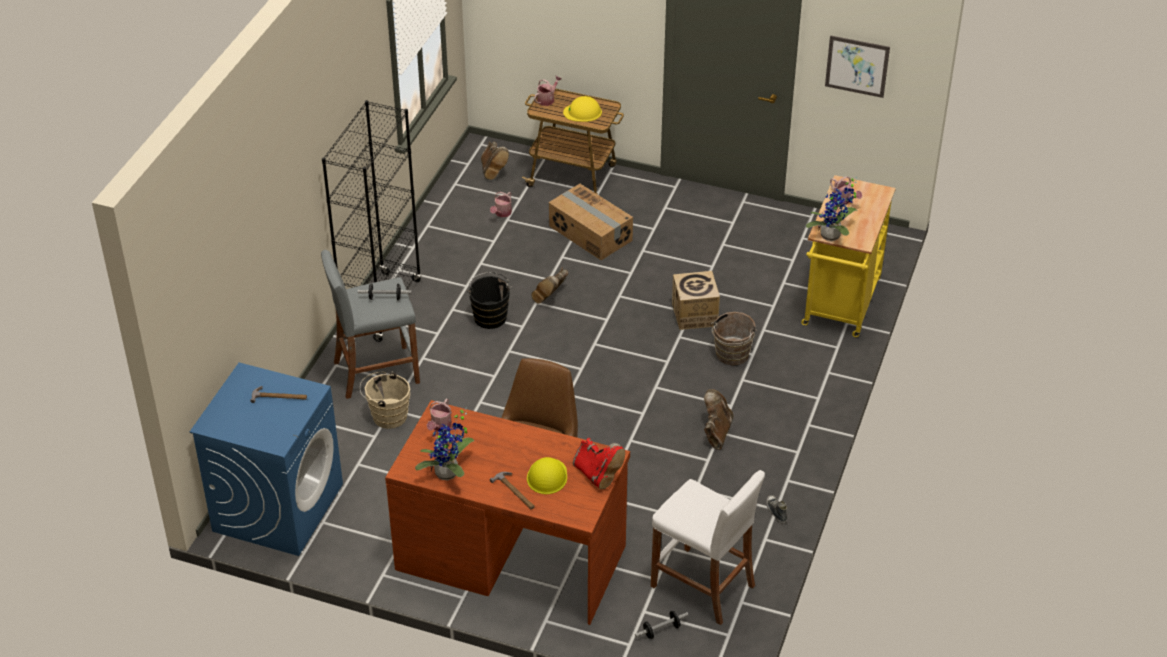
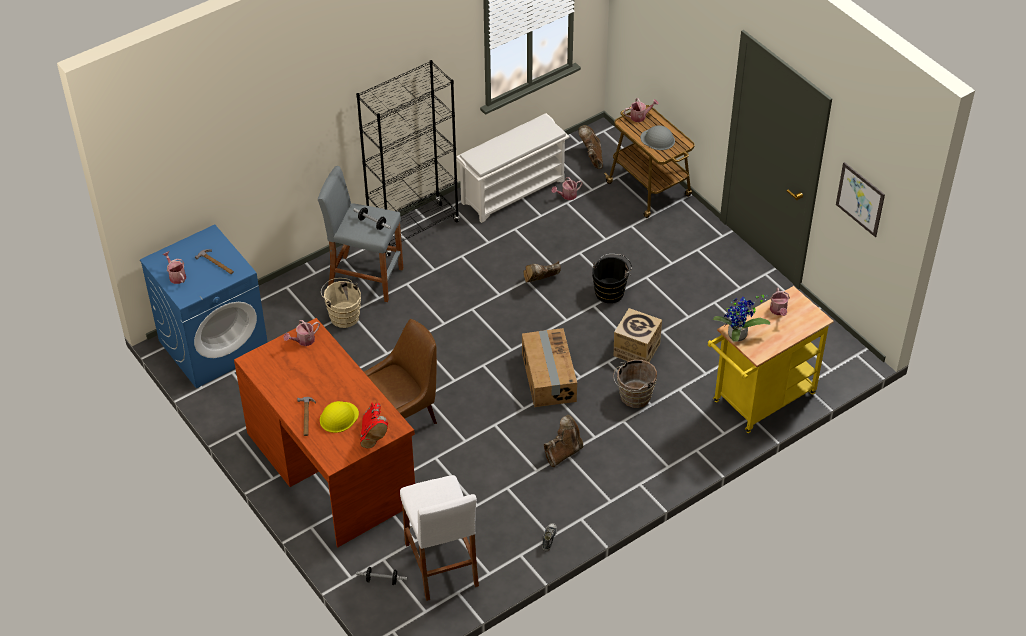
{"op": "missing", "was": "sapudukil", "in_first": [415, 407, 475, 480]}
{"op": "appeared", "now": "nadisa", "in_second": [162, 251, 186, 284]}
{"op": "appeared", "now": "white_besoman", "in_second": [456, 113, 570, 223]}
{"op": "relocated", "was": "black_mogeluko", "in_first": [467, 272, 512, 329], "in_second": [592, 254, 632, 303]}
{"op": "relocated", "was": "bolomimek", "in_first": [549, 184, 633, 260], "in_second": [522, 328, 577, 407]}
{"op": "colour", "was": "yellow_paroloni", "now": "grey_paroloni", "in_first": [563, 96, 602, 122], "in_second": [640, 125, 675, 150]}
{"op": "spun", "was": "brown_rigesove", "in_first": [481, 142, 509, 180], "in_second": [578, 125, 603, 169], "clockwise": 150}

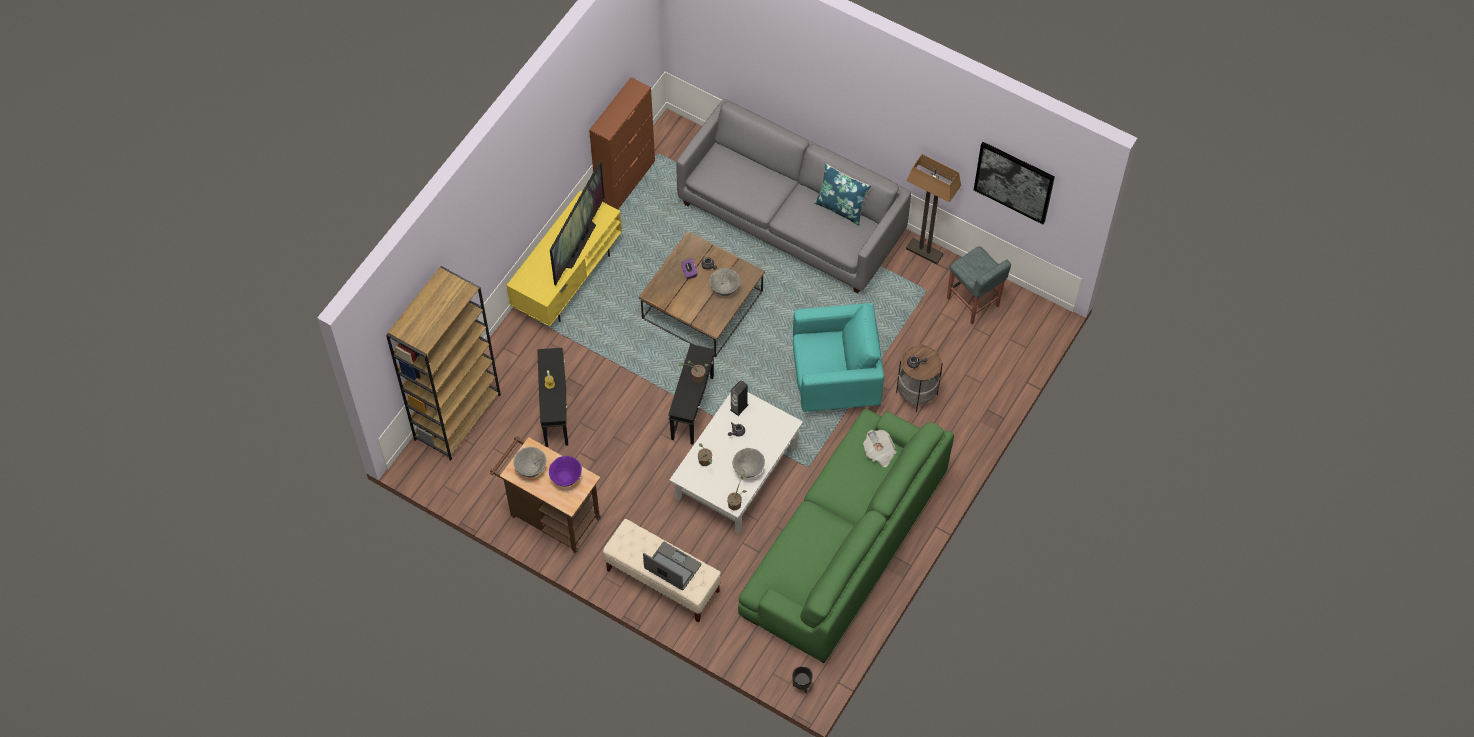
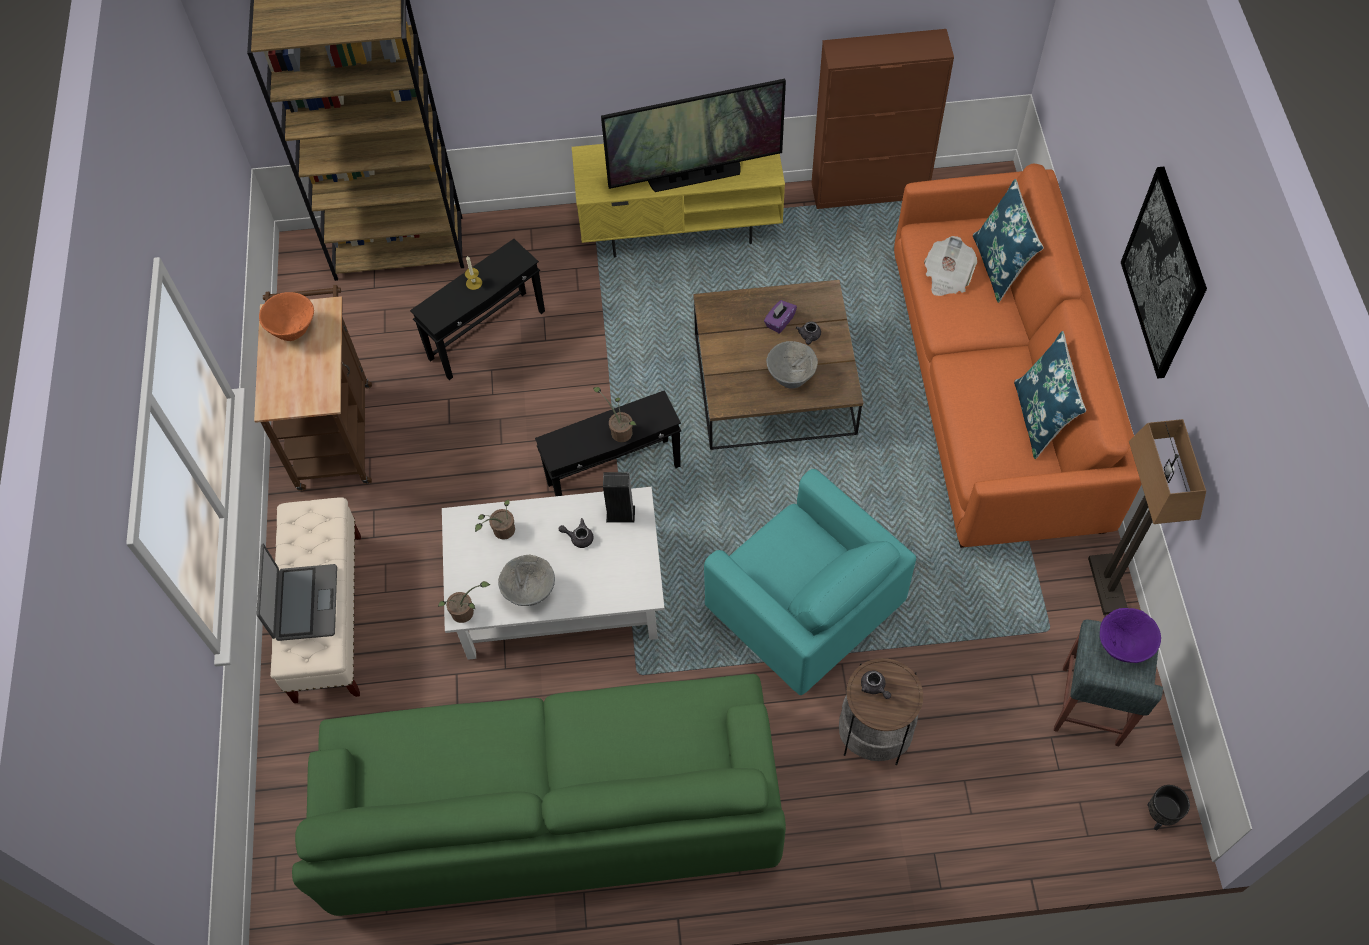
{"op": "appeared", "now": "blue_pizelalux", "in_second": [973, 179, 1044, 303]}
{"op": "relocated", "was": "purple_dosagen", "in_first": [549, 456, 582, 487], "in_second": [1100, 608, 1161, 663]}
{"op": "relocated", "was": "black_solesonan", "in_first": [792, 666, 813, 693], "in_second": [1147, 785, 1190, 830]}
{"op": "relocated", "was": "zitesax", "in_first": [863, 430, 896, 467], "in_second": [924, 236, 977, 296]}
{"op": "relocated", "was": "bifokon", "in_first": [974, 142, 1055, 224], "in_second": [1121, 167, 1207, 378]}
{"op": "colour", "was": "grey_dosagen", "now": "orange_dosagen", "in_first": [514, 447, 547, 478], "in_second": [259, 292, 314, 341]}
{"op": "colour", "was": "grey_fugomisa", "now": "orange_fugomisa", "in_first": [676, 99, 911, 294], "in_second": [894, 164, 1142, 548]}

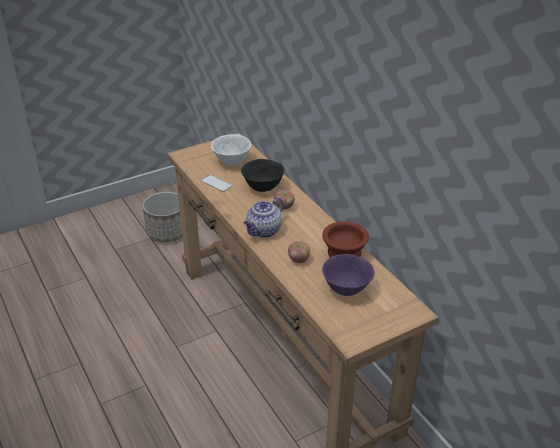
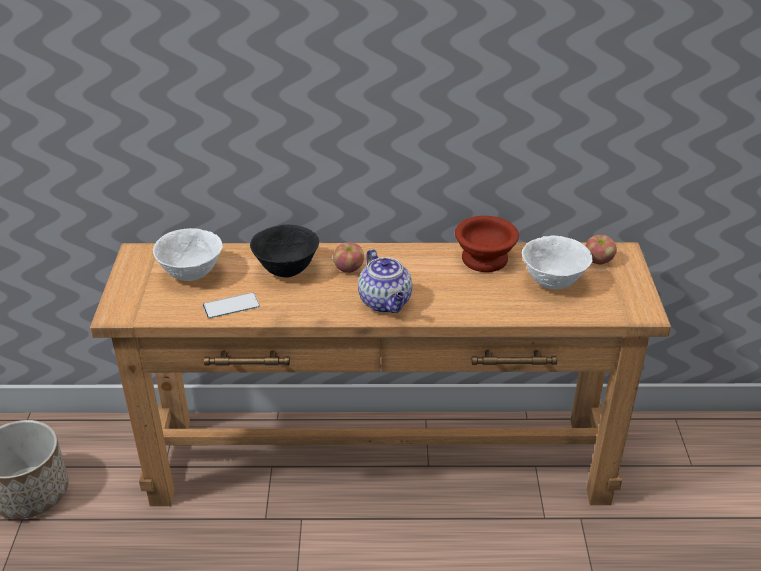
{"op": "relocated", "was": "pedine", "in_first": [288, 241, 310, 263], "in_second": [586, 235, 617, 264]}
{"op": "colour", "was": "purple_dosagen", "now": "white_dosagen", "in_first": [322, 254, 375, 296], "in_second": [522, 236, 593, 289]}

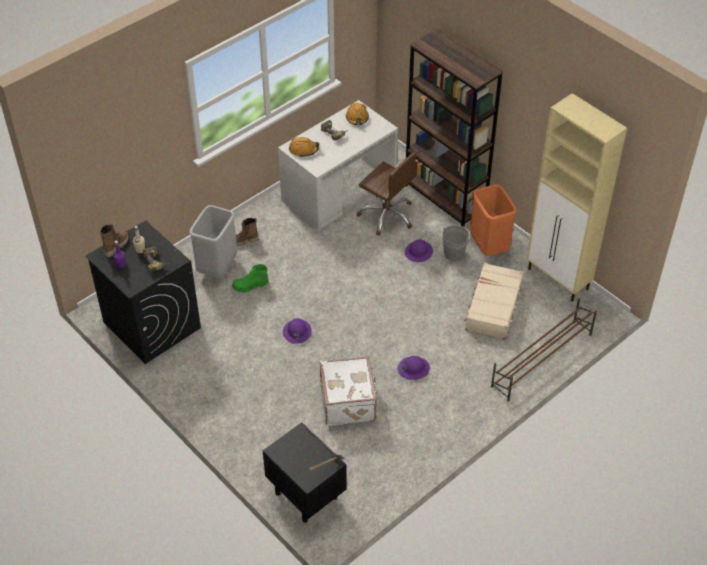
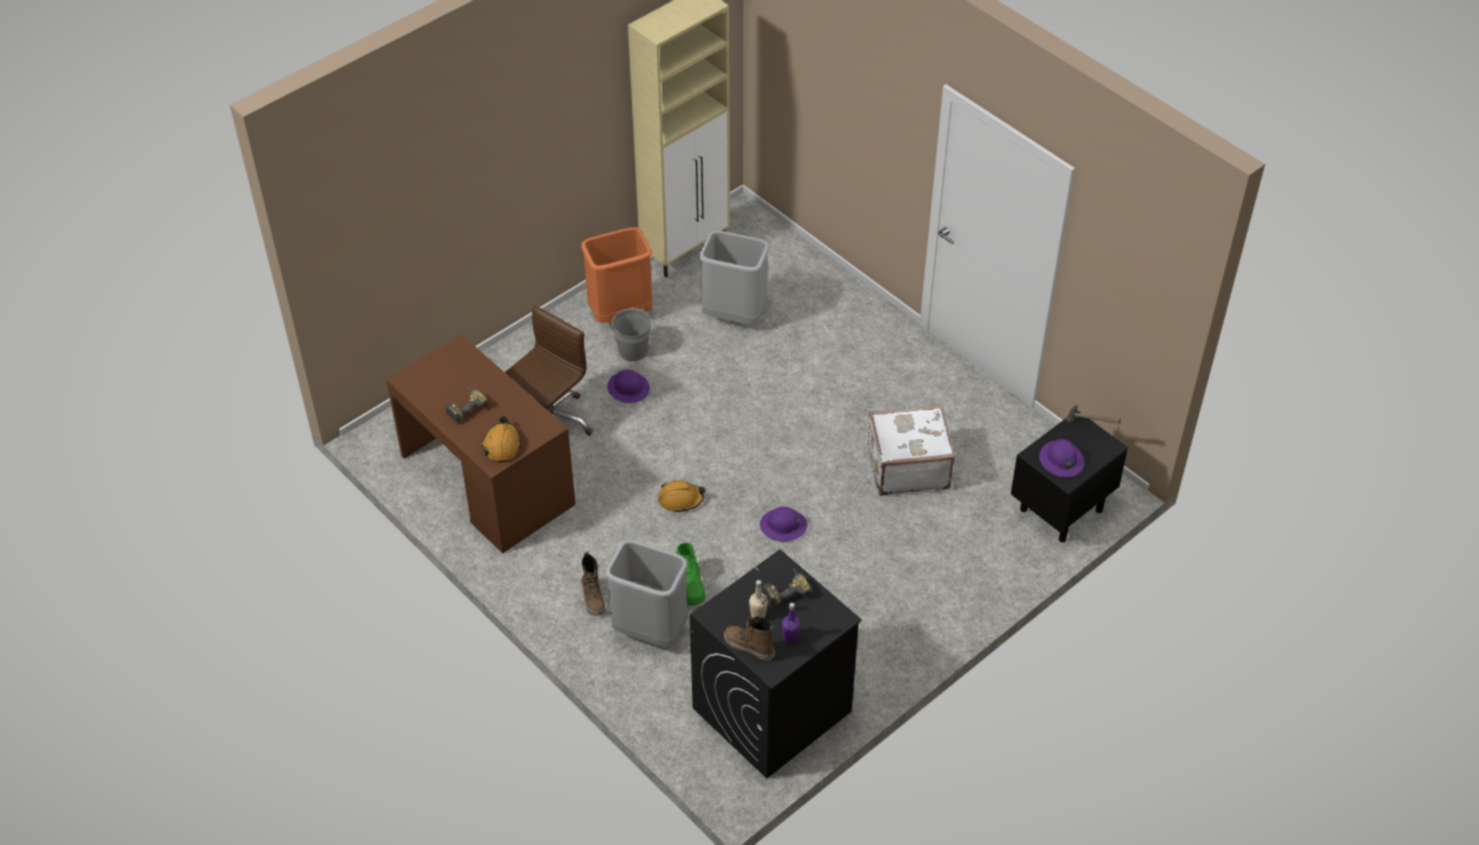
{"op": "missing", "was": "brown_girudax", "in_first": [406, 29, 503, 227]}
{"op": "missing", "was": "brown_besoman", "in_first": [491, 298, 597, 401]}
{"op": "relocated", "was": "orange_paroloni", "in_first": [346, 103, 369, 125], "in_second": [658, 480, 706, 513]}
{"op": "relocated", "was": "purple_paroloni", "in_first": [398, 356, 430, 380], "in_second": [1039, 439, 1085, 477]}
{"op": "exchanged", "was": "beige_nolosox", "now": "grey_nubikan", "in_first": [464, 263, 523, 339], "in_second": [699, 231, 769, 325]}
{"op": "colour", "was": "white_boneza", "now": "brown_boneza", "in_first": [278, 100, 398, 231], "in_second": [386, 334, 576, 553]}

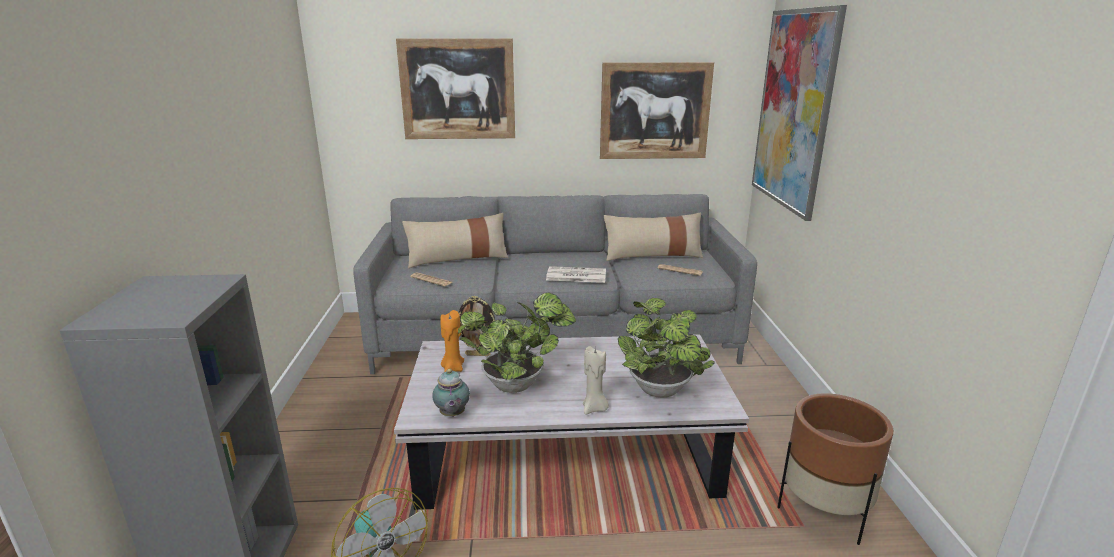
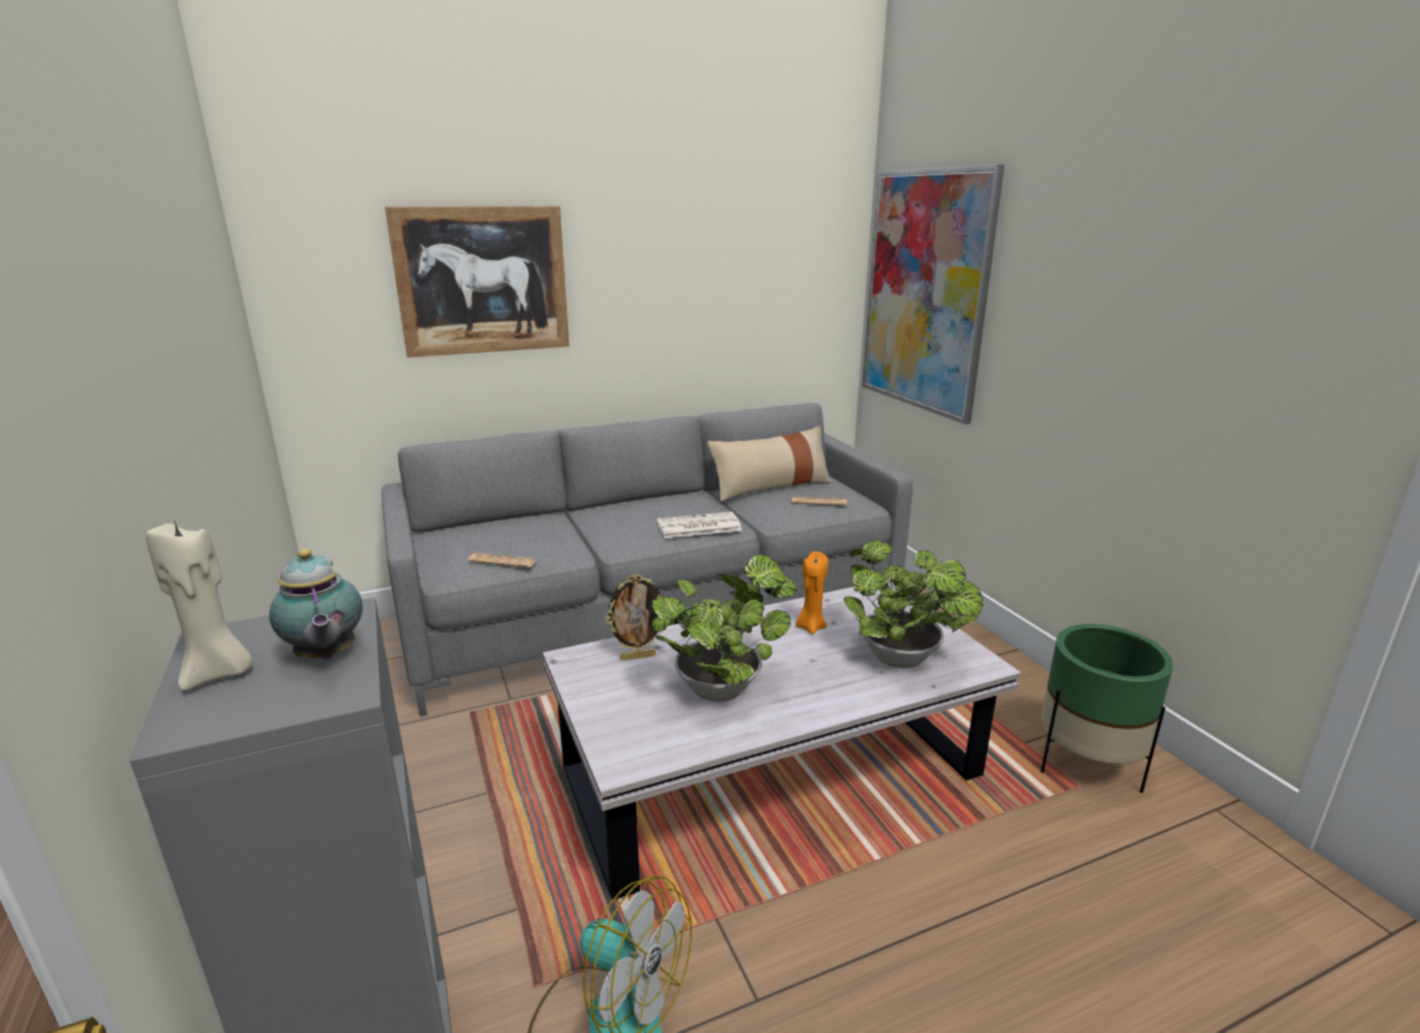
{"op": "missing", "was": "beige_pizelalux", "in_first": [402, 213, 508, 268]}
{"op": "missing", "was": "bifokon", "in_first": [600, 62, 714, 159]}
{"op": "relocated", "was": "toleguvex", "in_first": [432, 369, 470, 417], "in_second": [269, 549, 363, 660]}
{"op": "relocated", "was": "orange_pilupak", "in_first": [440, 310, 464, 372], "in_second": [796, 551, 828, 634]}
{"op": "relocated", "was": "beige_pilupak", "in_first": [583, 346, 609, 415], "in_second": [146, 520, 253, 691]}
{"op": "colour", "was": "brown_solesonan", "now": "green_solesonan", "in_first": [777, 393, 893, 545], "in_second": [1041, 624, 1173, 793]}

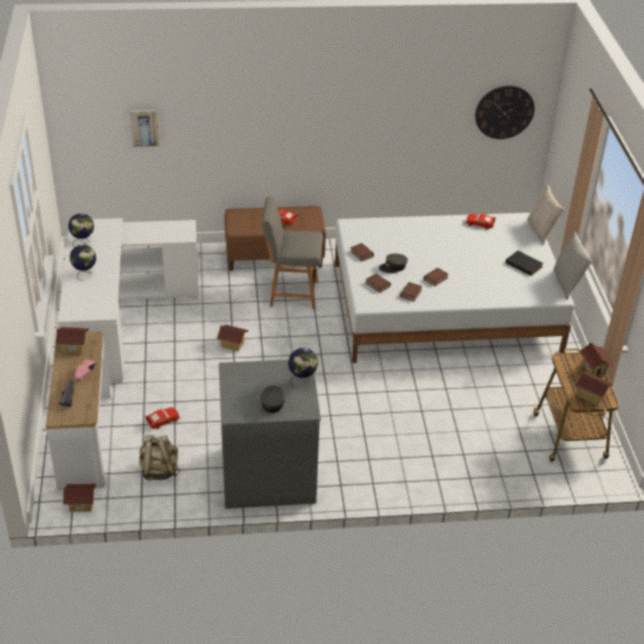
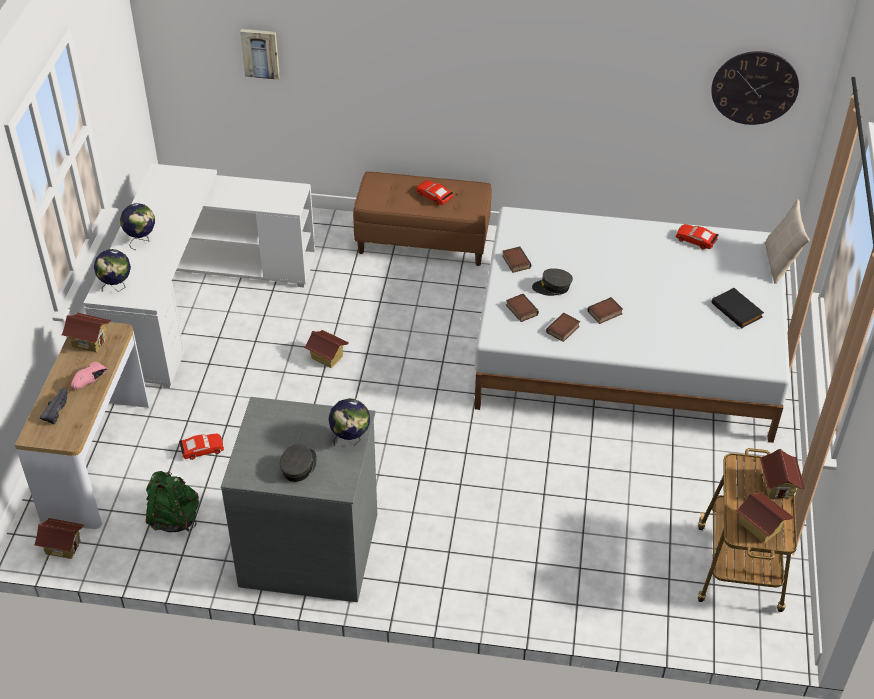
{"op": "missing", "was": "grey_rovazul", "in_first": [262, 197, 323, 309]}
{"op": "missing", "was": "grey_pizelalux", "in_first": [554, 231, 592, 300]}
{"op": "relocated", "was": "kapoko", "in_first": [68, 213, 94, 246], "in_second": [94, 249, 131, 292]}
{"op": "colour", "was": "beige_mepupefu", "now": "green_mepupefu", "in_first": [139, 435, 180, 480], "in_second": [146, 471, 199, 532]}

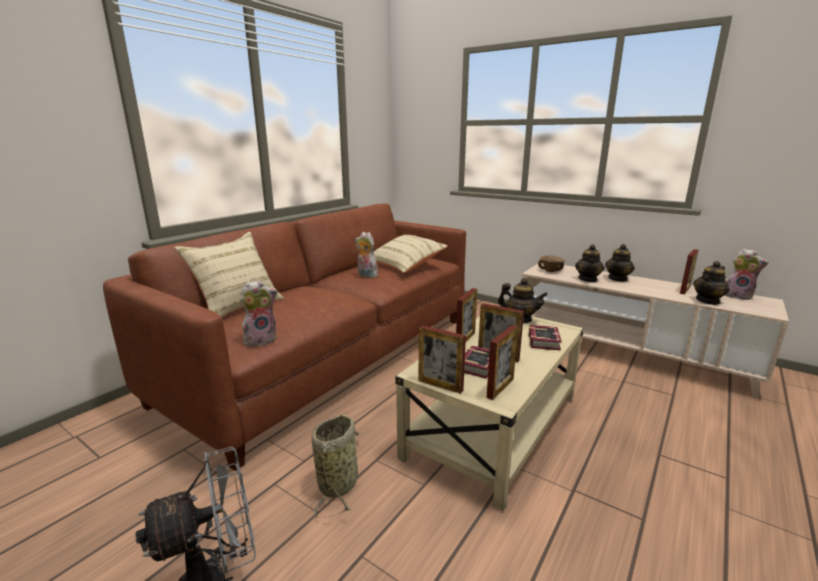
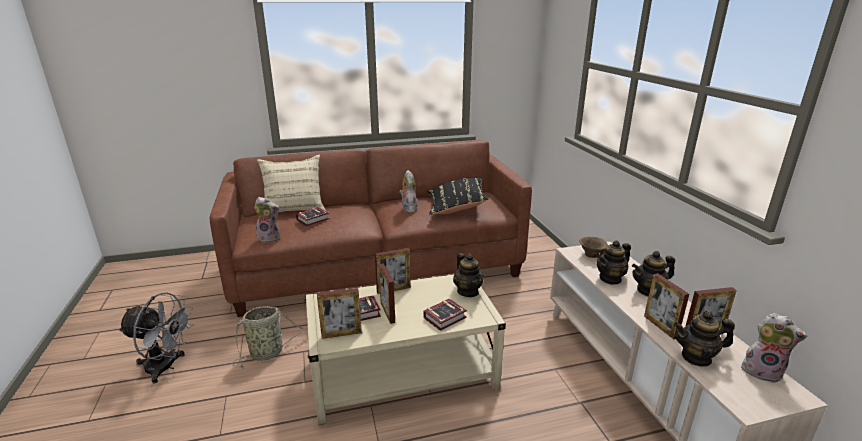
{"op": "appeared", "now": "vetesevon", "in_second": [296, 207, 329, 226]}
{"op": "relocated", "was": "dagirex", "in_first": [418, 325, 466, 394], "in_second": [644, 273, 689, 339]}
{"op": "colour", "was": "beige_pizelalux", "now": "black_pizelalux", "in_first": [374, 235, 448, 273], "in_second": [427, 178, 489, 215]}
{"op": "spun", "was": "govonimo", "in_first": [725, 249, 769, 300], "in_second": [741, 313, 807, 383], "clockwise": -45}

